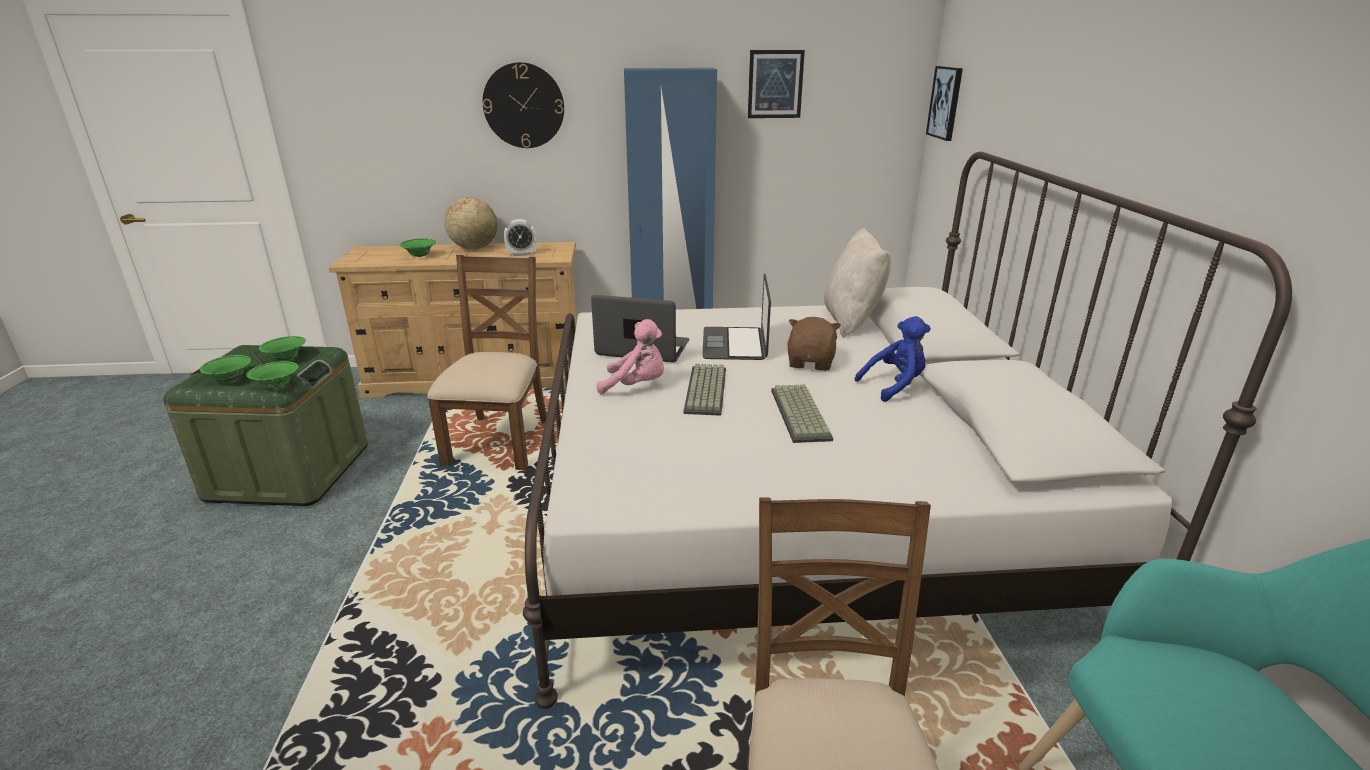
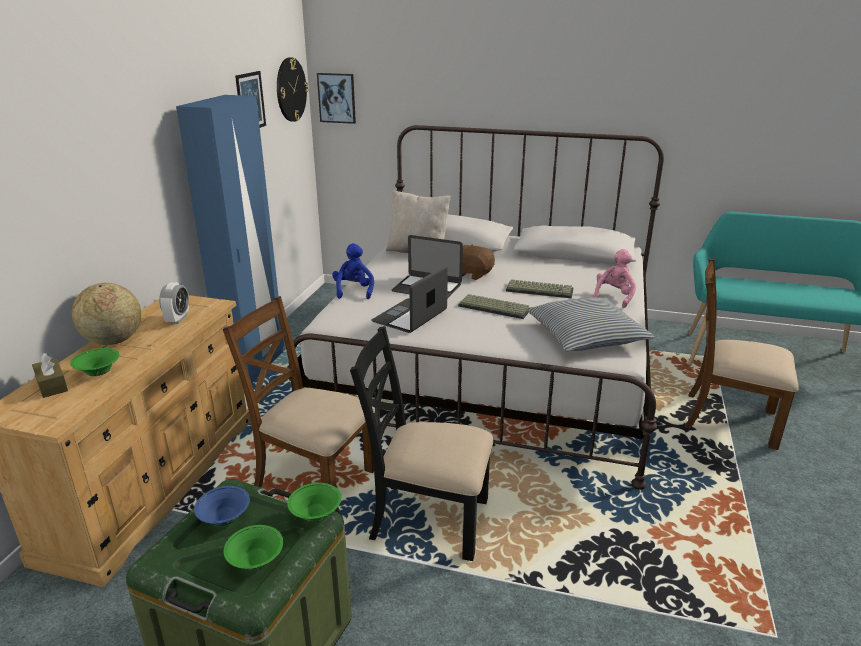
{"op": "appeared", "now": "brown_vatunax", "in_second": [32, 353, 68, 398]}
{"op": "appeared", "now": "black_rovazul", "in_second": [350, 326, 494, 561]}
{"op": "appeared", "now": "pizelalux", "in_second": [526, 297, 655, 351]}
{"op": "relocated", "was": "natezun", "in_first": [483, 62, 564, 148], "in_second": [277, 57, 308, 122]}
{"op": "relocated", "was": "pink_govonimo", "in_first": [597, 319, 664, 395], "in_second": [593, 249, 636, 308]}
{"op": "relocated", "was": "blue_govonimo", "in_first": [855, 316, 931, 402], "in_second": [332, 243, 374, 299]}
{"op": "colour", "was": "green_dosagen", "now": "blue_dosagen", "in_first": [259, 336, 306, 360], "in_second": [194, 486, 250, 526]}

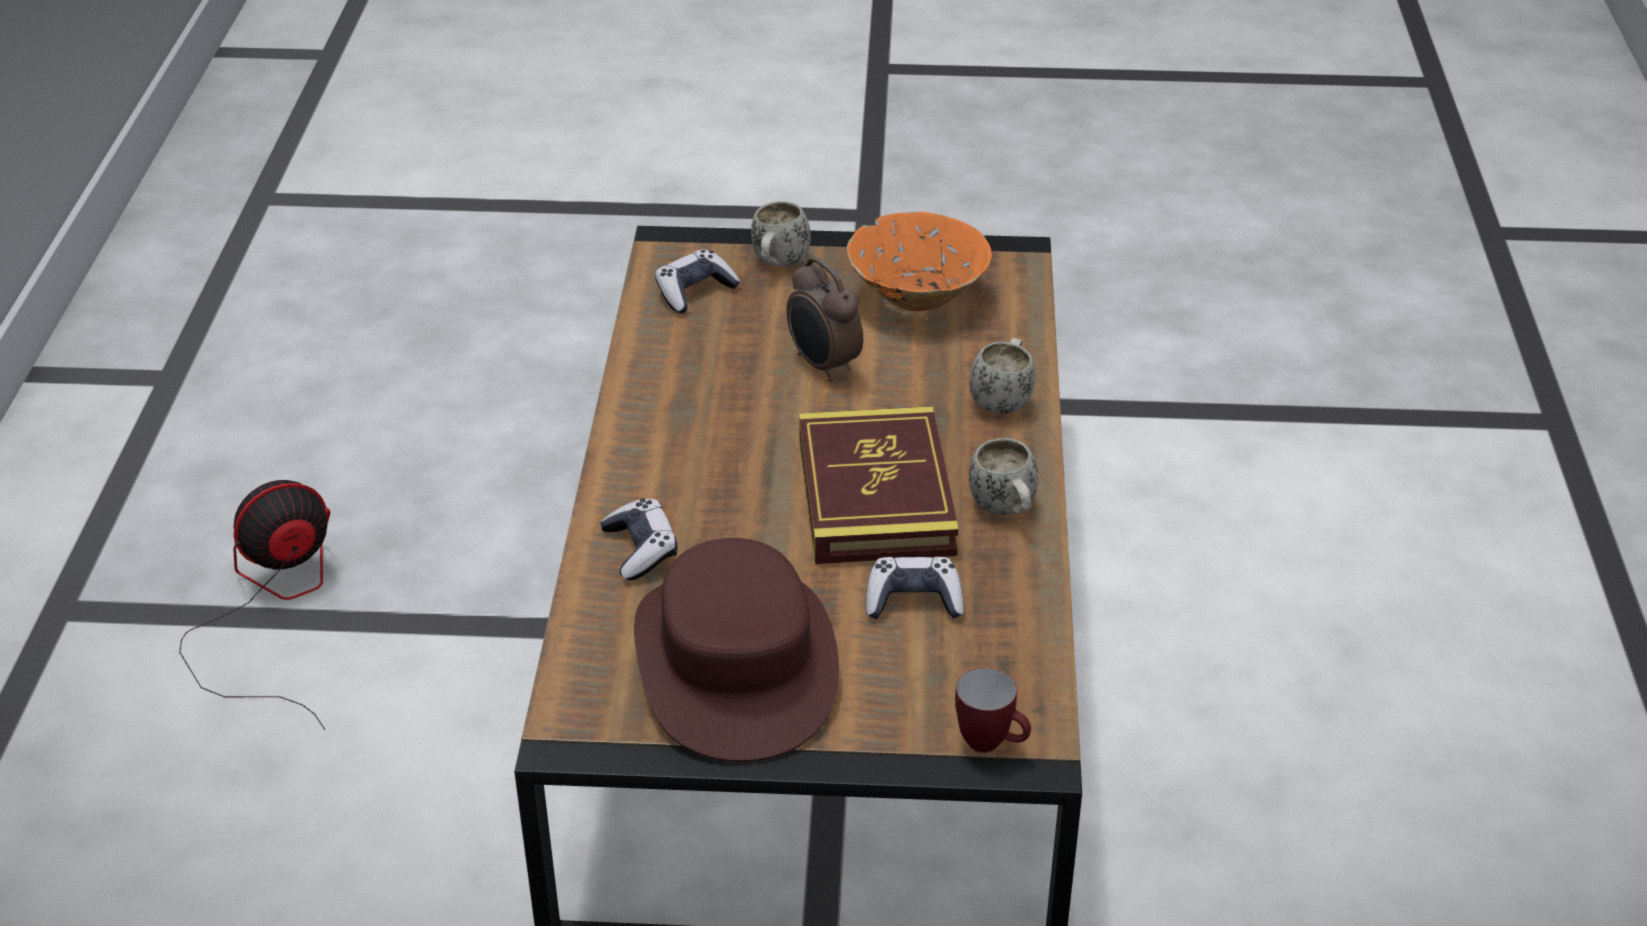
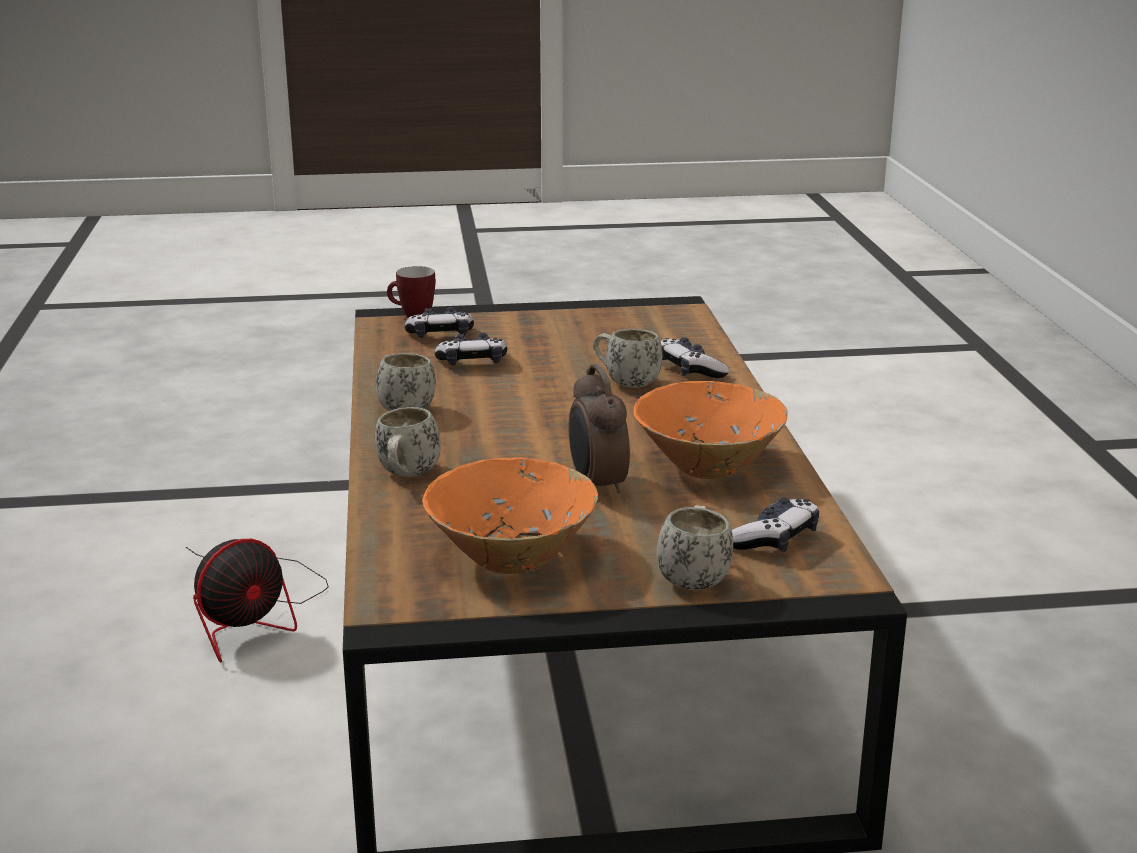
{"op": "missing", "was": "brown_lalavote", "in_first": [634, 538, 839, 762]}
{"op": "missing", "was": "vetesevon", "in_first": [799, 406, 959, 564]}
{"op": "appeared", "now": "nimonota", "in_second": [405, 307, 474, 338]}
{"op": "appeared", "now": "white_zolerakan", "in_second": [593, 329, 662, 388]}
{"op": "appeared", "now": "orange_dosagen", "in_second": [633, 381, 788, 479]}
{"op": "relocated", "was": "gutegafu", "in_first": [179, 480, 330, 730], "in_second": [186, 539, 329, 663]}
{"op": "spun", "was": "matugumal", "in_first": [786, 257, 863, 382], "in_second": [569, 364, 630, 493], "clockwise": -150}

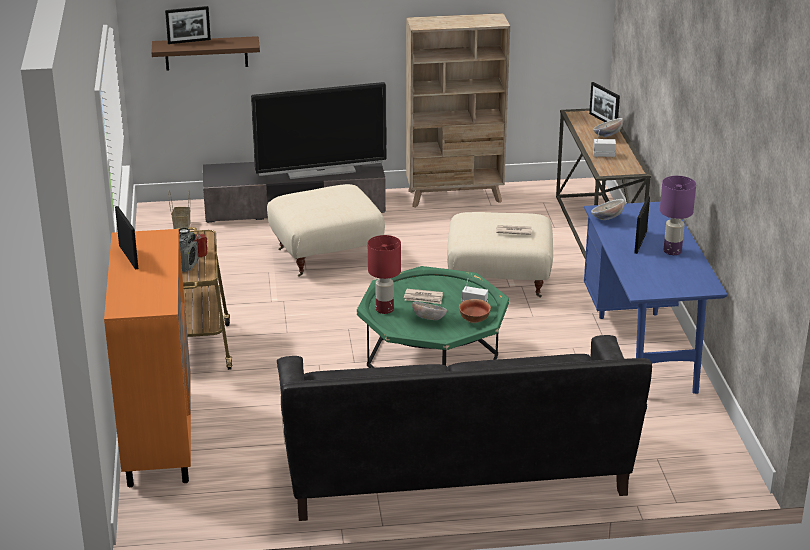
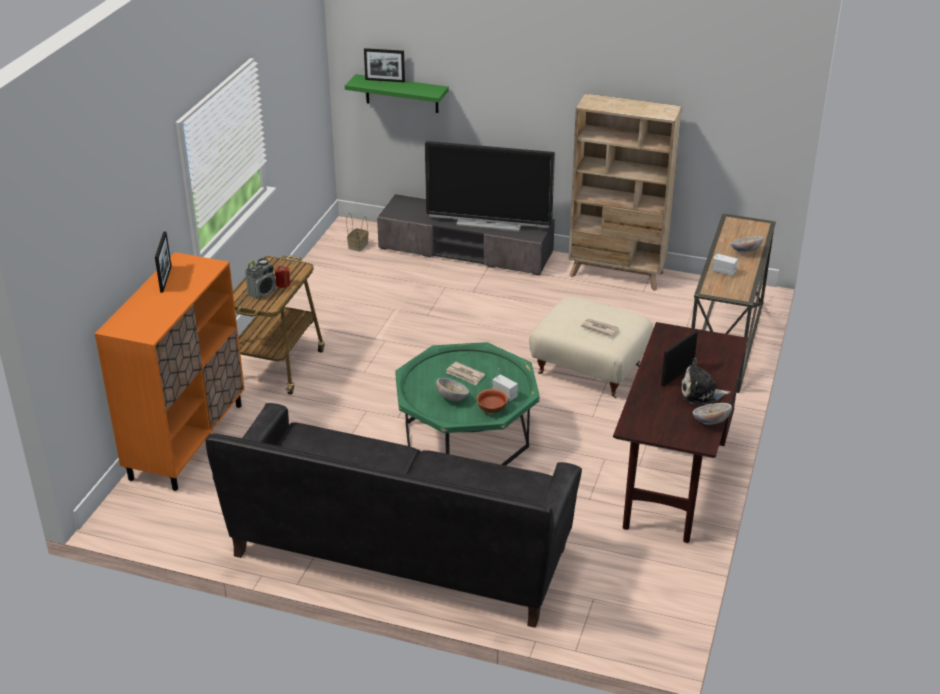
{"op": "missing", "was": "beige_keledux", "in_first": [267, 184, 385, 277]}
{"op": "missing", "was": "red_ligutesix", "in_first": [368, 235, 401, 314]}
{"op": "missing", "was": "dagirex", "in_first": [589, 82, 620, 122]}
{"op": "relocated", "was": "dosagen", "in_first": [591, 199, 625, 220], "in_second": [693, 403, 732, 425]}
{"op": "exchanged", "was": "purple_ligutesix", "now": "govonimo", "in_first": [660, 176, 696, 255], "in_second": [681, 358, 731, 404]}
{"op": "colour", "was": "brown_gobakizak", "now": "green_gobakizak", "in_first": [151, 36, 260, 71], "in_second": [345, 74, 449, 113]}
{"op": "colour", "was": "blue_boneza", "now": "brown_boneza", "in_first": [584, 202, 728, 394], "in_second": [613, 322, 748, 543]}

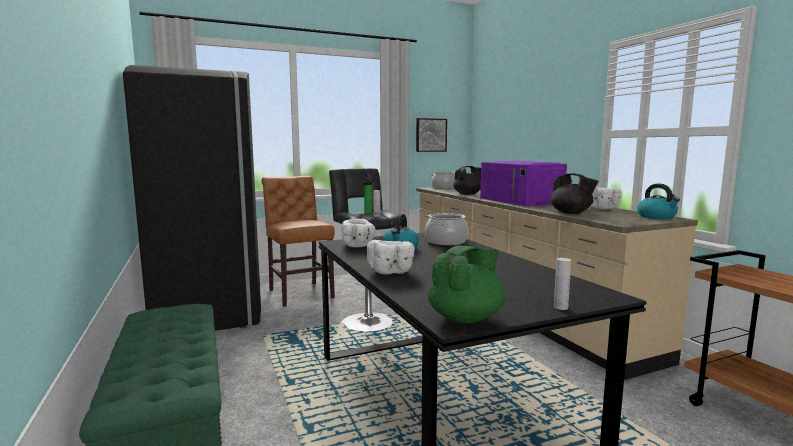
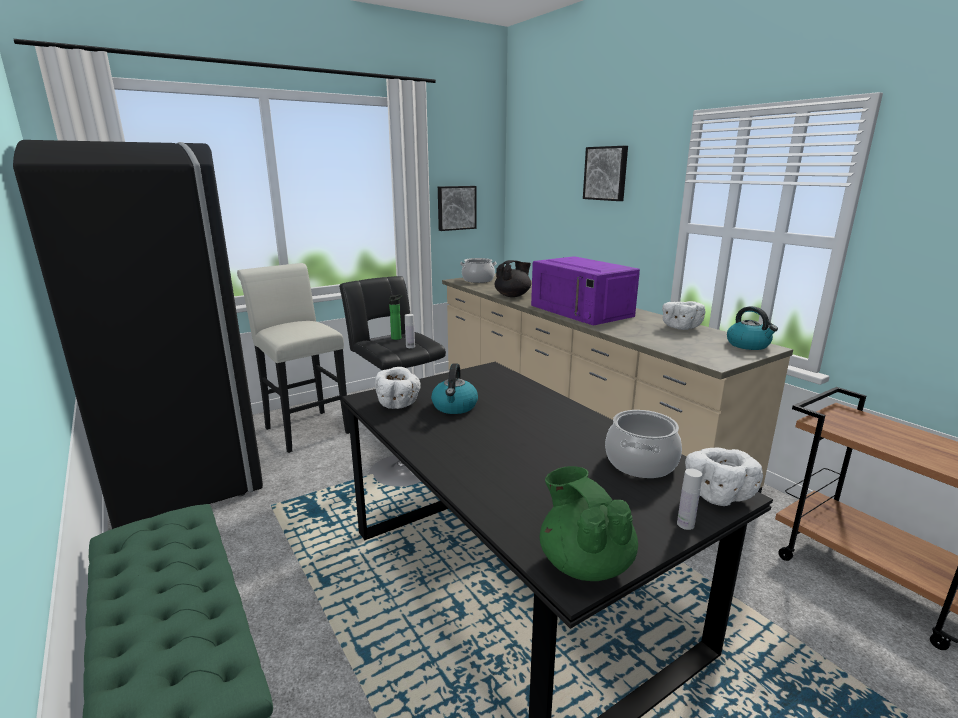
{"op": "missing", "was": "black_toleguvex", "in_first": [550, 173, 598, 214]}
{"op": "appeared", "now": "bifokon", "in_second": [583, 146, 628, 201]}
{"op": "relocated", "was": "white_dosagen", "in_first": [367, 240, 415, 275], "in_second": [685, 448, 763, 506]}
{"op": "relocated", "was": "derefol", "in_first": [425, 213, 469, 245], "in_second": [605, 410, 682, 478]}
{"op": "exchanged", "was": "brown_rovazul", "now": "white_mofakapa", "in_first": [261, 176, 335, 307], "in_second": [237, 263, 350, 453]}
{"op": "spun", "was": "green_toleguvex", "in_first": [428, 246, 506, 324], "in_second": [540, 466, 638, 581], "clockwise": -60}

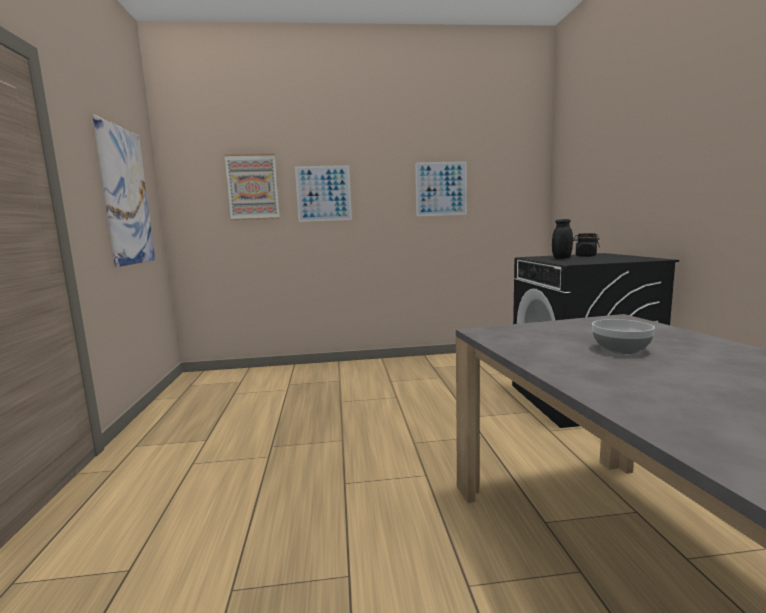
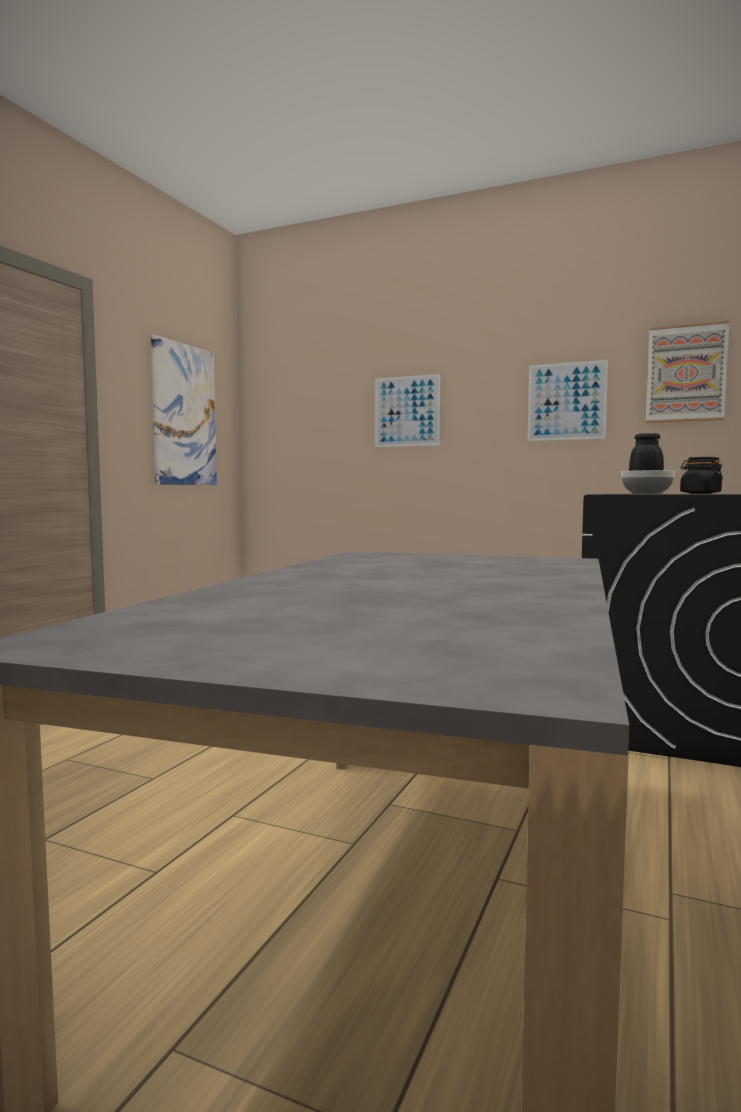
{"op": "relocated", "was": "bifokon", "in_first": [224, 154, 280, 220], "in_second": [646, 321, 730, 423]}
{"op": "relocated", "was": "dosagen", "in_first": [592, 319, 655, 354], "in_second": [621, 470, 675, 494]}

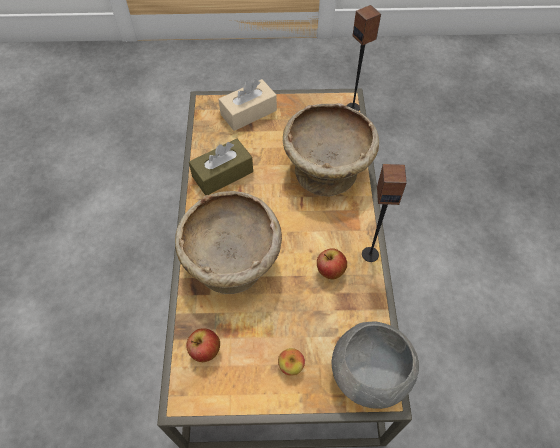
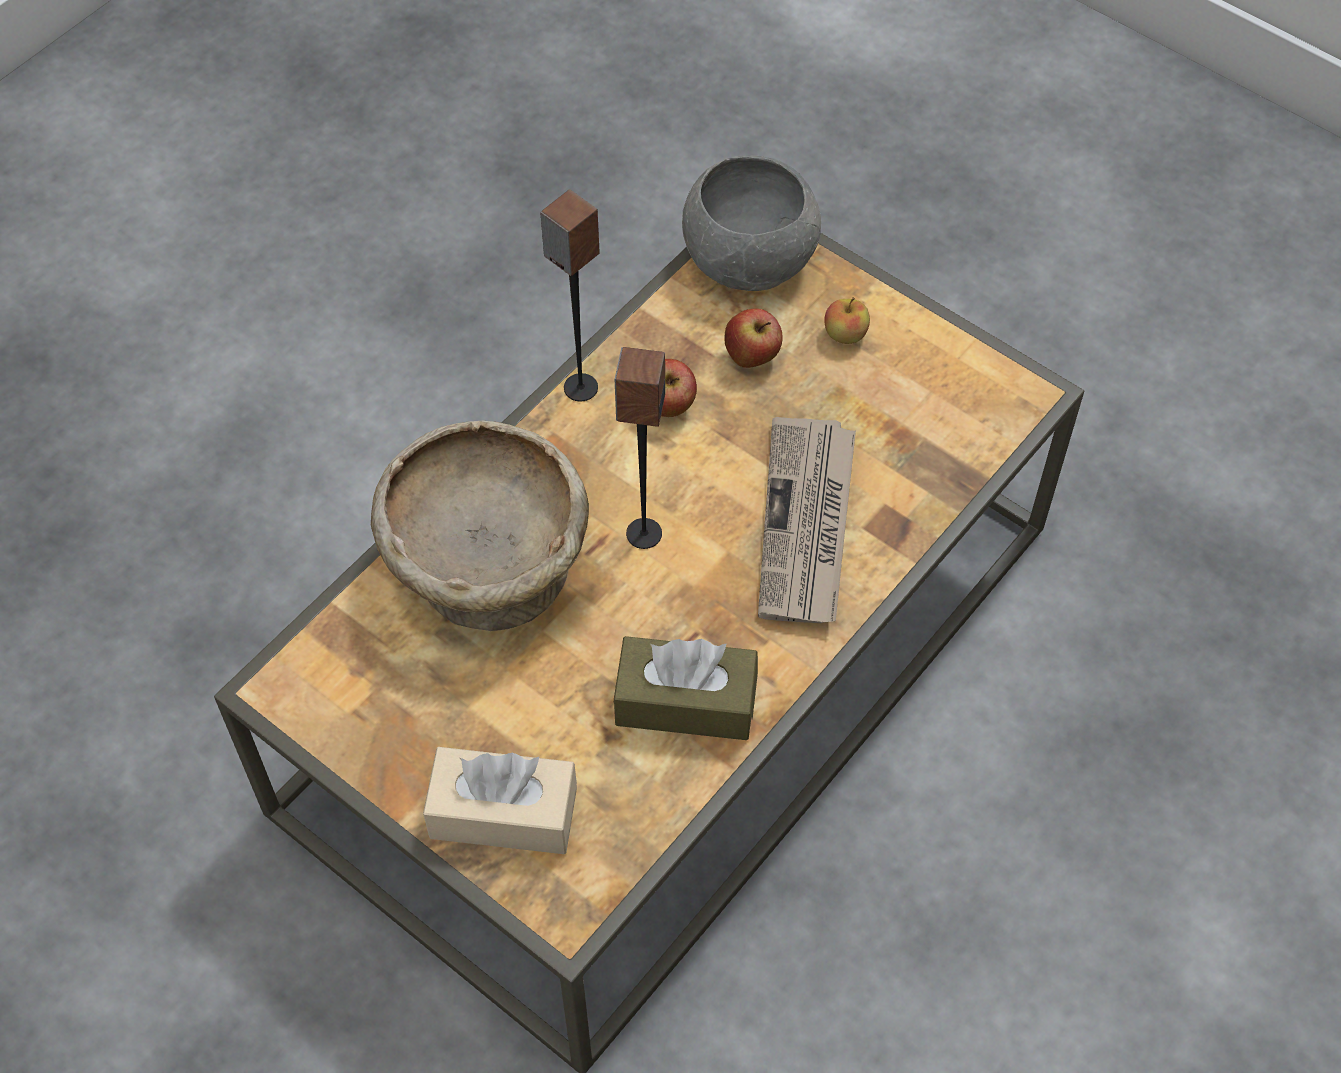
{"op": "relocated", "was": "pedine", "in_first": [186, 328, 220, 362], "in_second": [724, 309, 783, 368]}
{"op": "relocated", "was": "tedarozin", "in_first": [346, 5, 381, 111], "in_second": [615, 347, 665, 549]}
{"op": "exchanged", "was": "beige_dosagen", "now": "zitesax", "in_first": [175, 191, 282, 294], "in_second": [758, 417, 856, 623]}

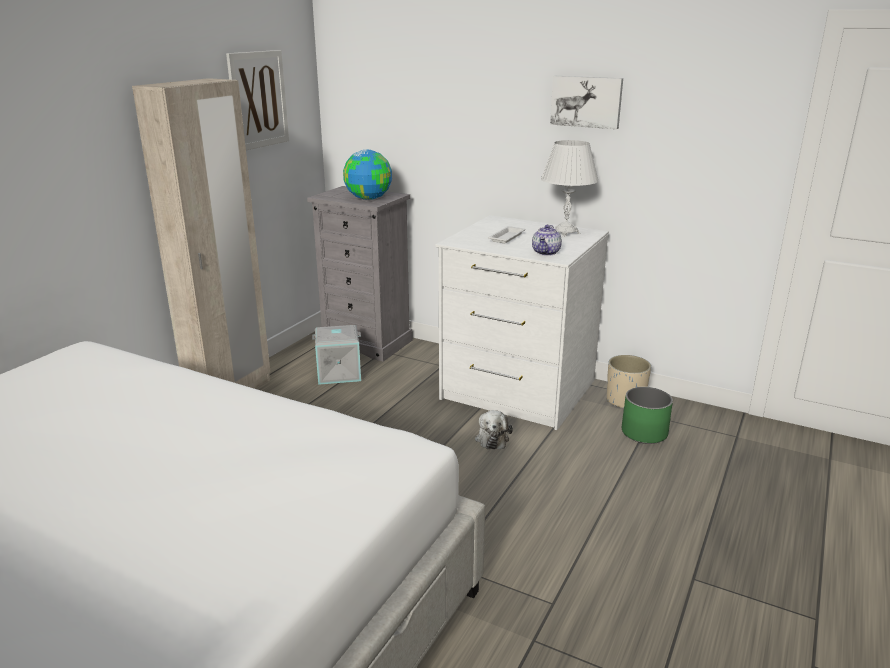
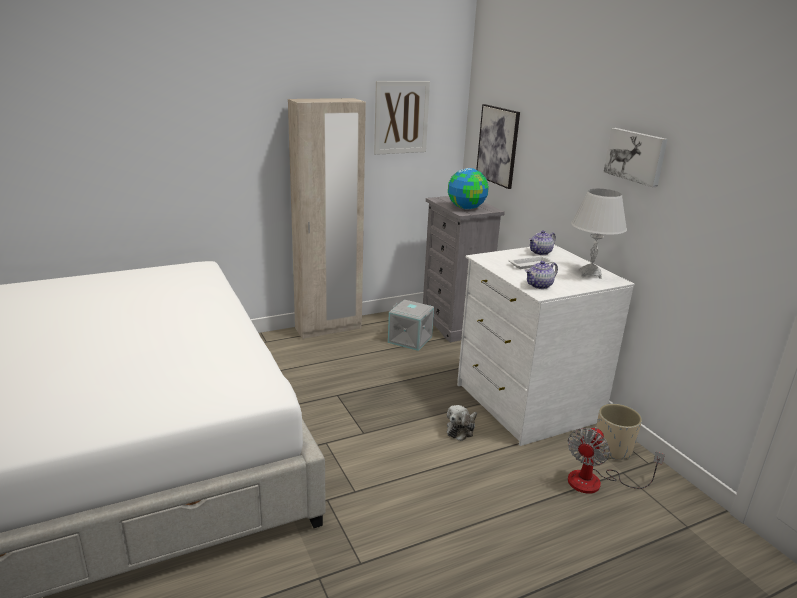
{"op": "appeared", "now": "bifokon", "in_second": [476, 104, 520, 189]}
{"op": "appeared", "now": "toleguvex", "in_second": [529, 231, 556, 255]}
{"op": "exchanged", "was": "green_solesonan", "now": "gutegafu", "in_first": [622, 387, 673, 444], "in_second": [568, 427, 665, 494]}

